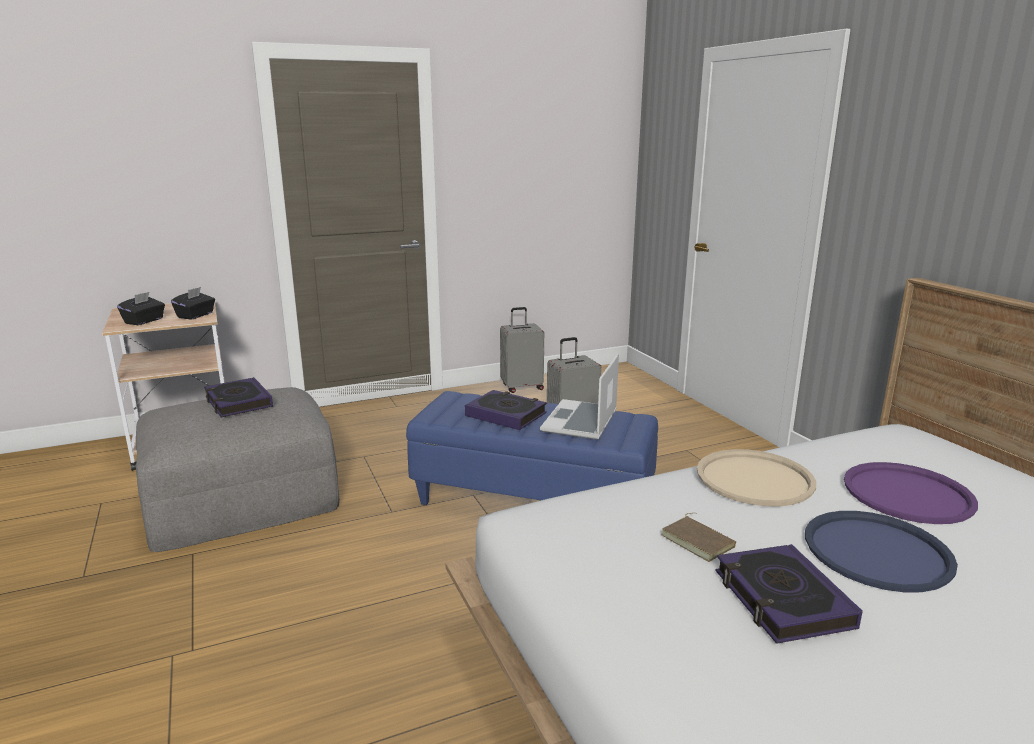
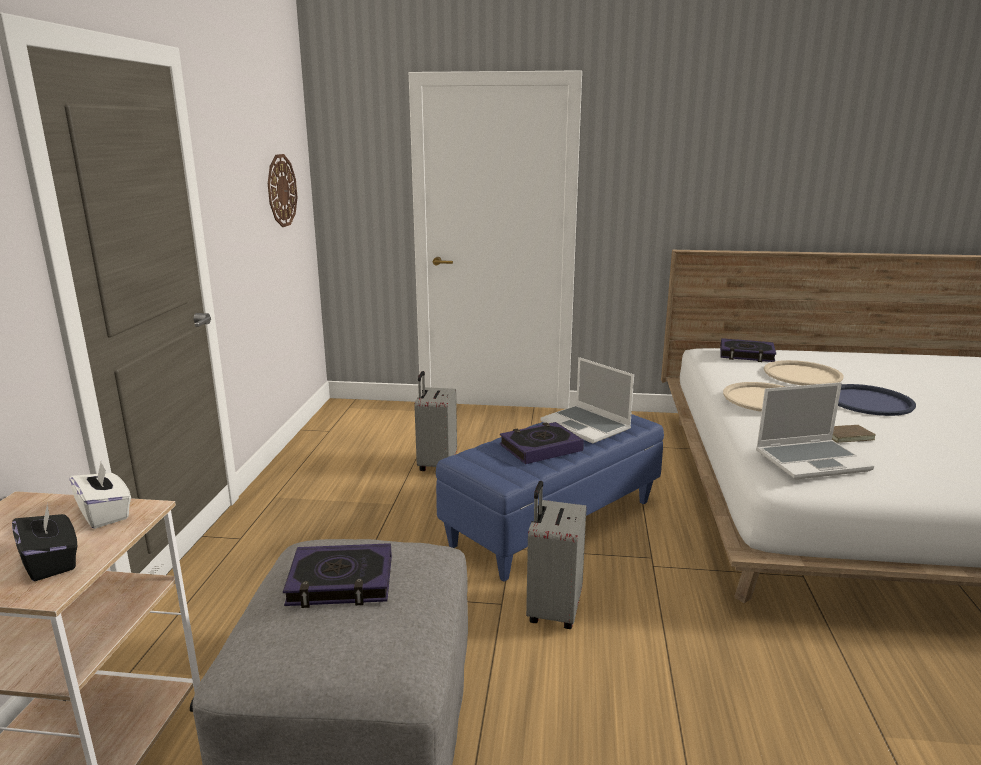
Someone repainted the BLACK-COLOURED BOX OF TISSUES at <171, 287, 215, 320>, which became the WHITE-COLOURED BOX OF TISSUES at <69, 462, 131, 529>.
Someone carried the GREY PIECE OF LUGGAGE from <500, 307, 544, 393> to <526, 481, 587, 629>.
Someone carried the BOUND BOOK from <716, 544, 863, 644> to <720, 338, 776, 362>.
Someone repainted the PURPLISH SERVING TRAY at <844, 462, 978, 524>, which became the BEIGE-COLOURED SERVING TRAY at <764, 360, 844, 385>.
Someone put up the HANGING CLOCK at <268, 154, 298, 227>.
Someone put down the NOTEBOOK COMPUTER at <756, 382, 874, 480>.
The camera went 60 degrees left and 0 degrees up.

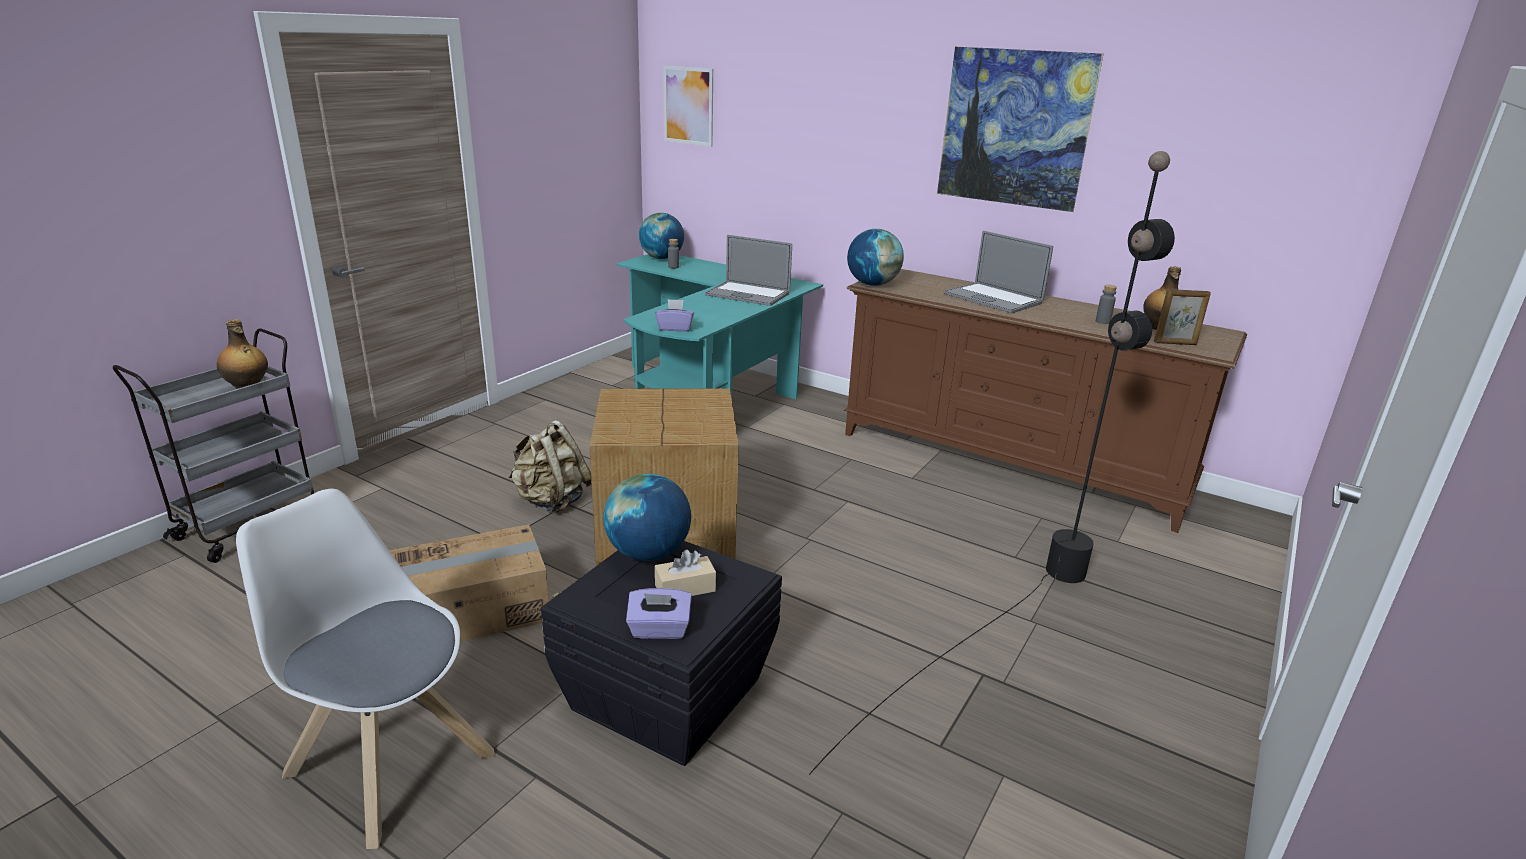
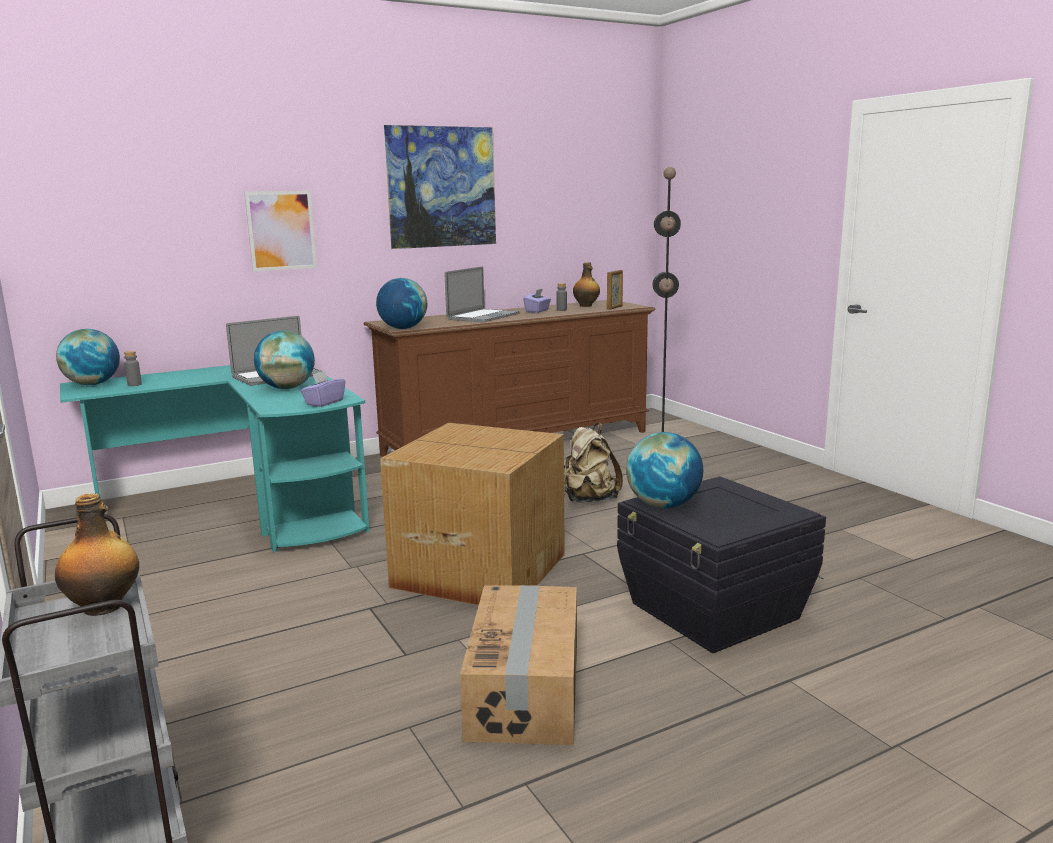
Someone took away the UPRIGHT CHAIR at <236, 489, 495, 849>.
Someone carried the BEIGE-COLOURED BACKPACK from <508, 420, 592, 514> to <564, 423, 623, 503>.
Someone carried the PURPLISH BOX OF TISSUES from <626, 588, 692, 639> to <523, 289, 551, 313>.
Someone took away the BEIGE-COLOURED BOX OF TISSUES at <655, 550, 716, 596>.
Someone carried the WALL ART from <663, 65, 713, 147> to <244, 191, 317, 272>.
Someone rotated the NOTEBOOK COMPUTER at <944, 231, 1053, 313> by 45 degrees counterclockwise.
Someone put down the DESK GLOBE at <254, 330, 315, 389>.
The camera went 60 degrees left and 10 degrees down.

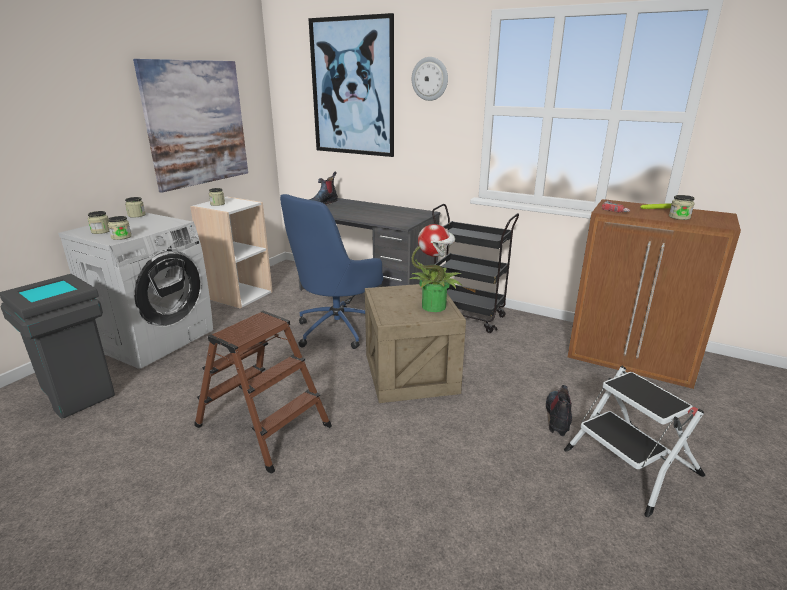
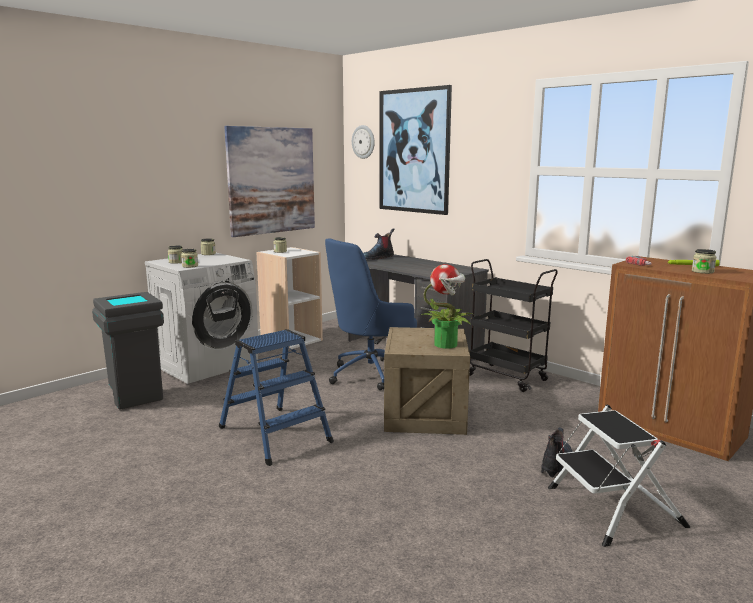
Someone repainted the BROWN STEP STOOL at <194, 311, 332, 474>, which became the BLUE STEP STOOL at <219, 329, 334, 466>.
Someone carried the HANGING CLOCK from <412, 57, 448, 101> to <352, 125, 375, 159>.
The camera went 15 degrees right and 10 degrees down.

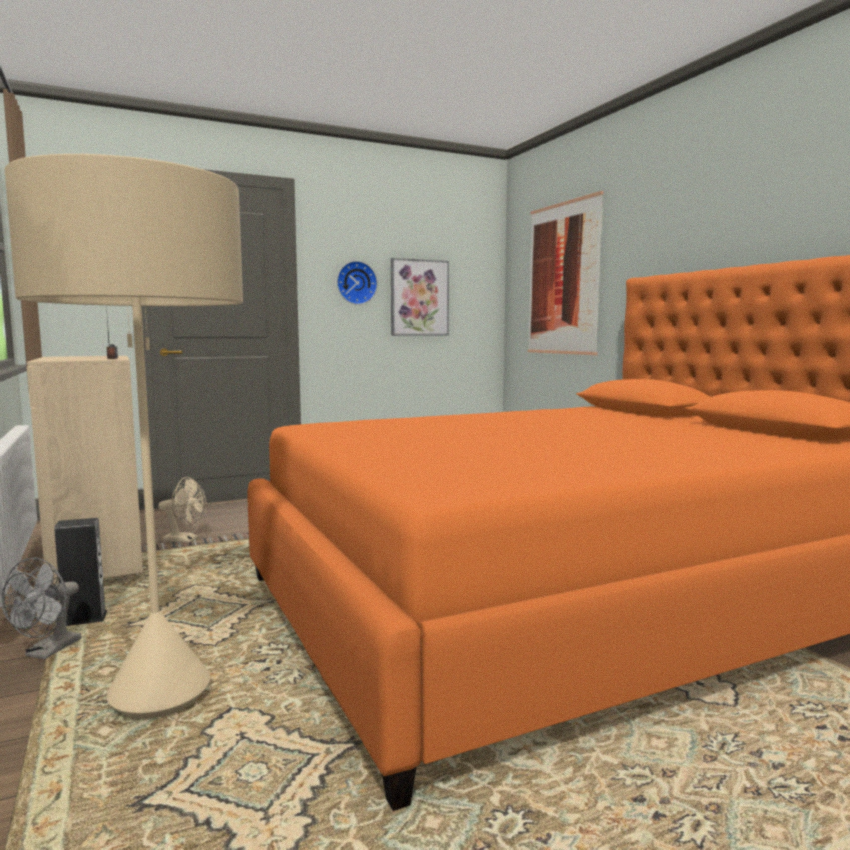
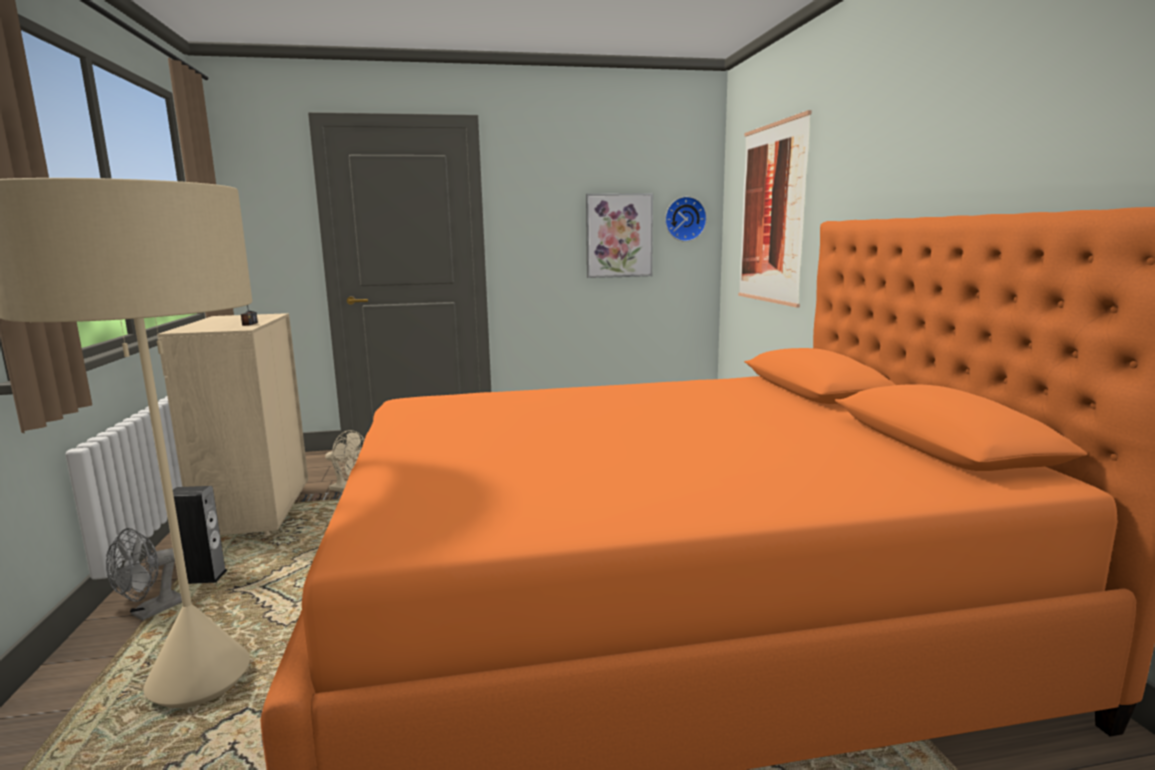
Someone carried the HANGING CLOCK from <337, 261, 378, 305> to <665, 196, 707, 242>.
The camera went 15 degrees right and 5 degrees up.

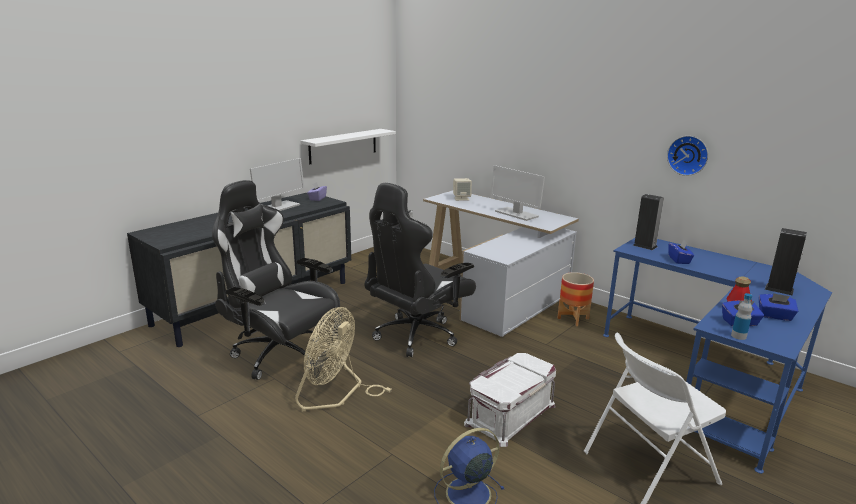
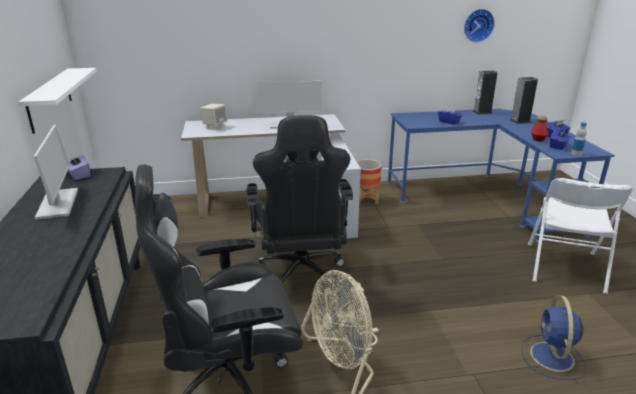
Someone took away the WHITE-COLOURED STORAGE CONTAINER at <464, 353, 556, 447>.
Someone carried the SPEAKER from <633, 194, 664, 250> to <473, 71, 497, 114>.
Someone carried the HANGING CLOCK from <667, 136, 708, 176> to <464, 9, 495, 43>.
The camera went 50 degrees left and 5 degrees up.

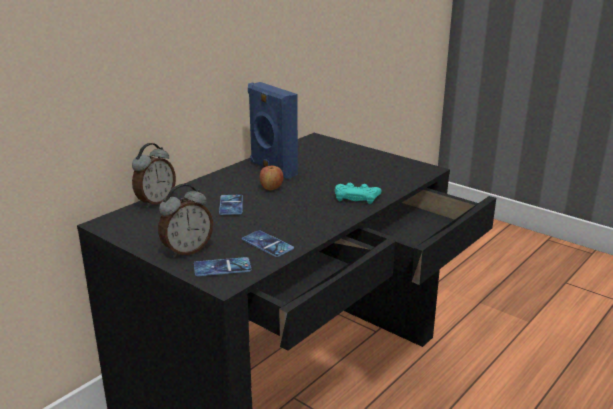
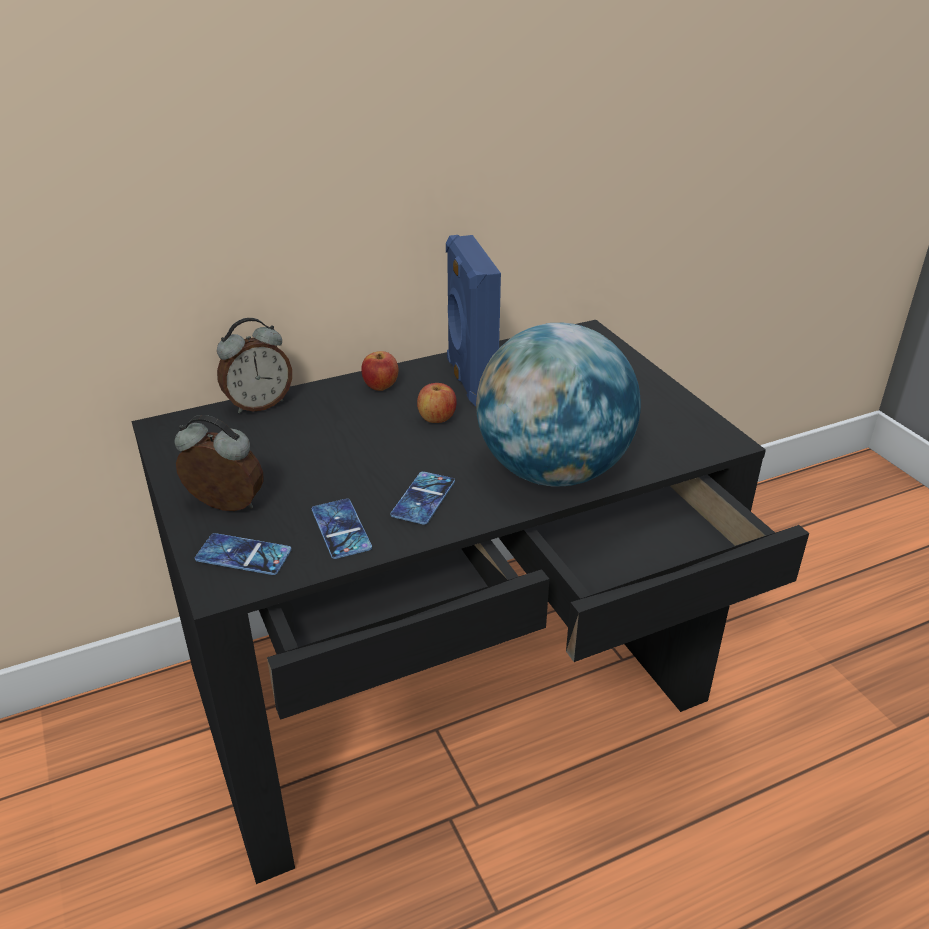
Someone rotated the BEDSIDE CLOCK at <158, 184, 213, 258> by 150 degrees counterclockwise.
Someone carried the TELEPHONE from <219, 194, 243, 215> to <390, 471, 455, 525>.
Someone swapped the TURQUOISE GAMEPAD at <335, 183, 381, 204> for the DESK GLOBE at <476, 323, 641, 486>.
Someone put down the APPLE at <361, 351, 399, 391>.
The camera went 25 degrees right and 10 degrees up.

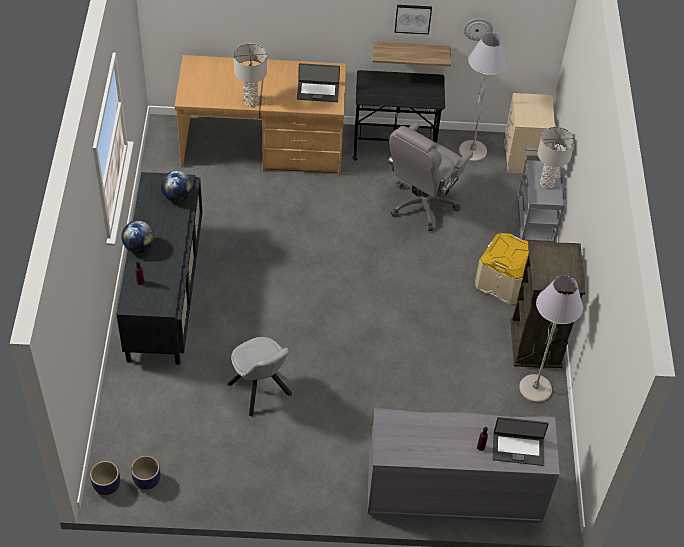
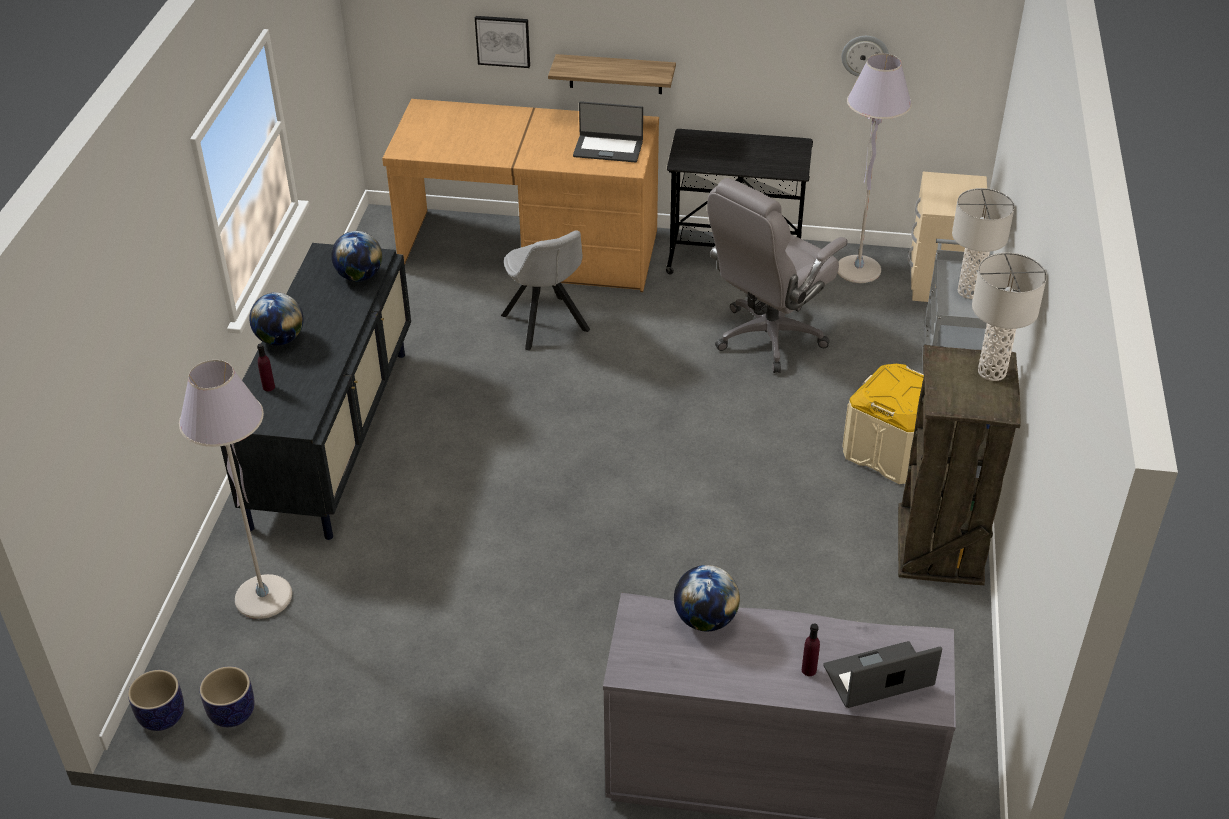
Someone carried the GREY UPRIGHT CHAIR from <227, 337, 292, 416> to <501, 230, 590, 351>.
Someone carried the WHITE-COLOURED TABLETOP LAMP from <234, 43, 267, 107> to <972, 253, 1047, 381>.
Someone carried the WALL SHELF from <373, 42, 451, 66> to <548, 54, 676, 94>.
Someone carried the WALL ART from <395, 5, 432, 34> to <475, 16, 530, 68>.
Someone rotated the NOTEBOOK COMPUTER at <493, 417, 549, 466> by 150 degrees clockwise.
Someone carried the GREY STANDING LAMP from <519, 275, 583, 402> to <179, 360, 292, 619>.
Someone put down the DESK GLOBE at <674, 565, 740, 631>.
The camera went 10 degrees right and 10 degrees down.

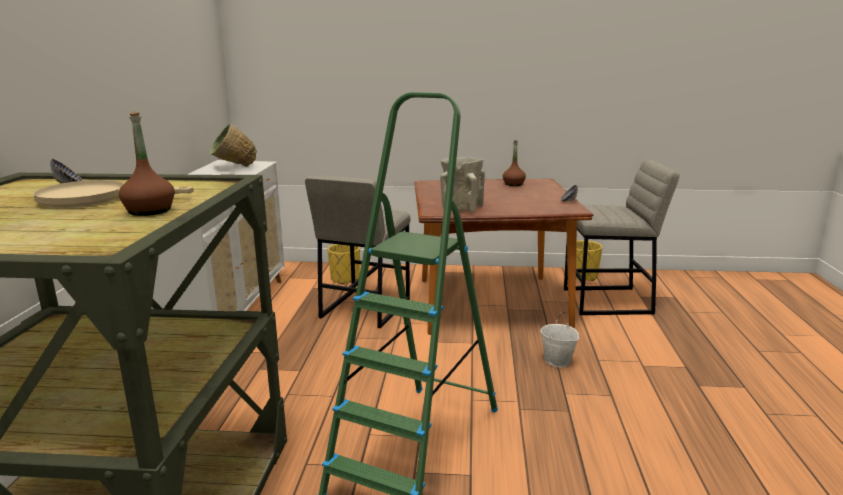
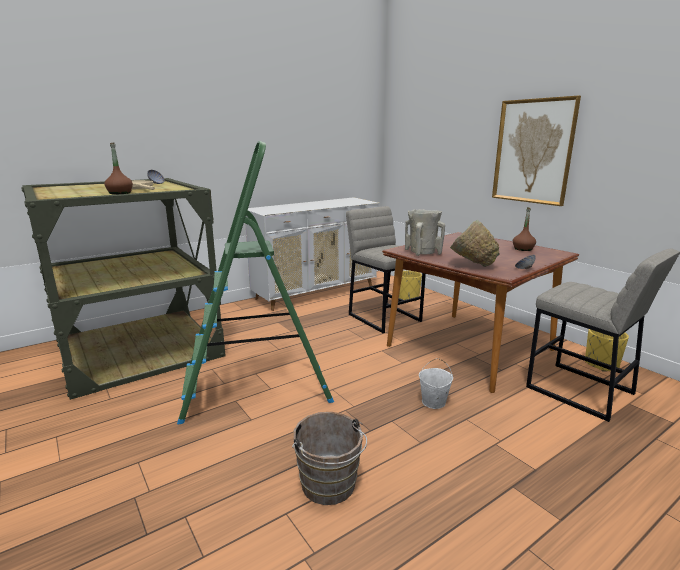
Someone carried the GREEN-COLOURED SERVING BOWL from <210, 124, 257, 167> to <450, 220, 499, 267>.
Someone rotated the GREY UPRIGHT CHAIR at <305, 175, 410, 328> by 75 degrees clockwise.
Someone put down the BROWN WATER BUCKET at <292, 412, 367, 505>.
Someone put up the WALL ART at <492, 96, 581, 206>.
The camera went 50 degrees right and 0 degrees up.

